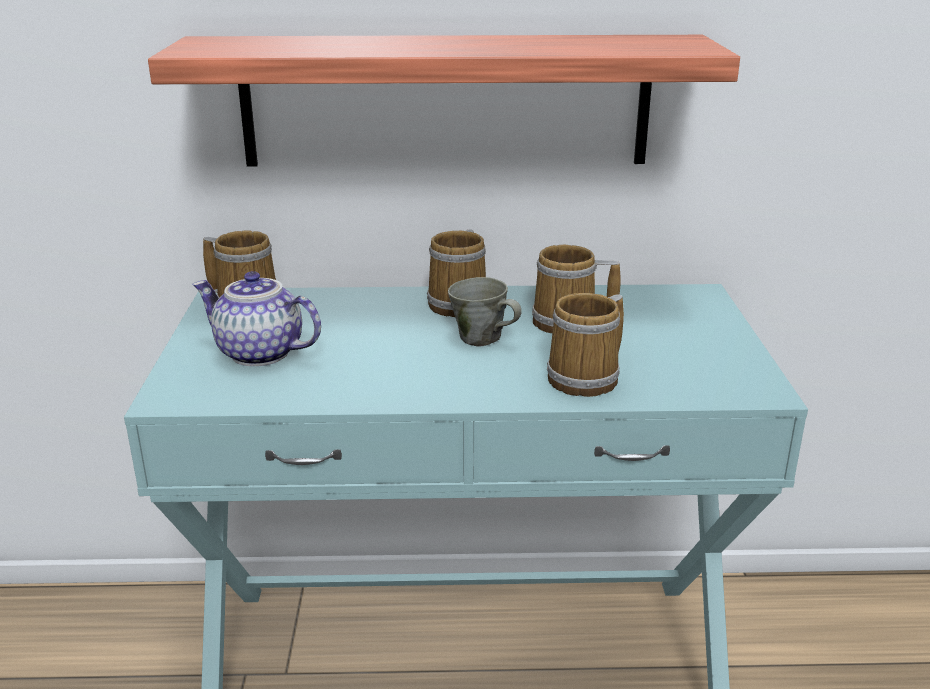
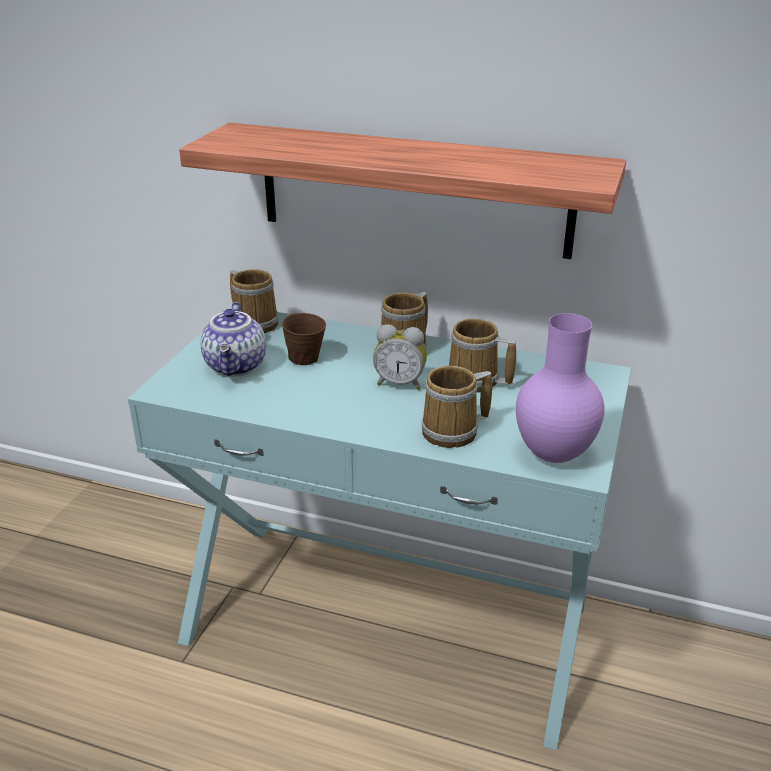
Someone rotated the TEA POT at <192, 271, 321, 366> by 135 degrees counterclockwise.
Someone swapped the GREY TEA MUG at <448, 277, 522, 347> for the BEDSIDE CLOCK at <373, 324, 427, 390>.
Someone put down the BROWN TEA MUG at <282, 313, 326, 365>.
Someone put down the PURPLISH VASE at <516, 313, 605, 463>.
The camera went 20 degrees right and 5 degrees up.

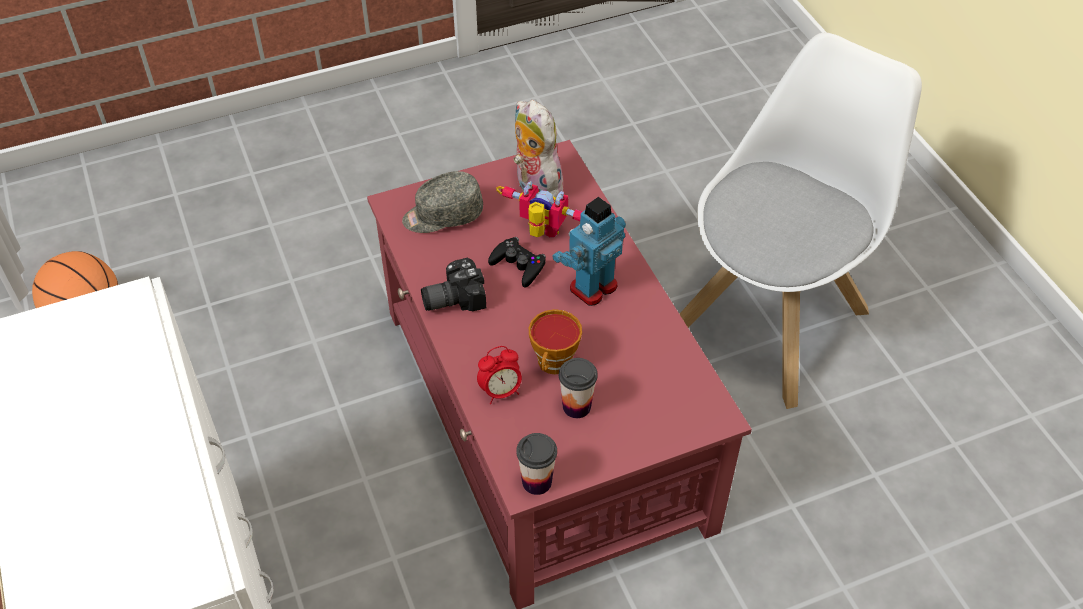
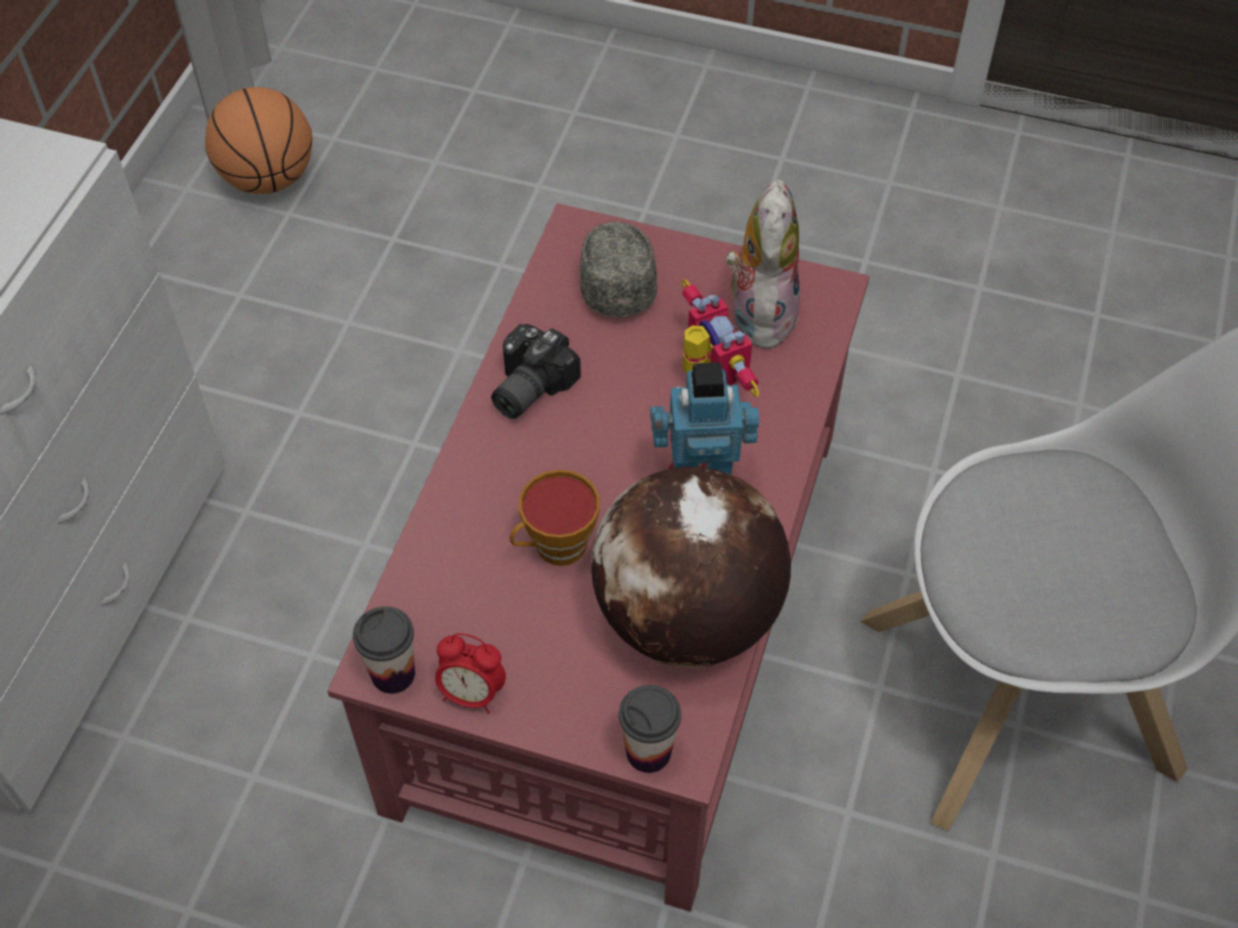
Someone rotated the GREY PEAKED CAP at <402, 171, 483, 233> by 60 degrees clockwise.
Someone rotated the PHOTO CAMERA at <421, 258, 486, 311> by 75 degrees counterclockwise.
Someone carried the BEDSIDE CLOCK from <477, 346, 522, 404> to <435, 633, 506, 714>.
Someone took away the BLACK-COLOURED GAMEPAD at <488, 237, 546, 288>.
Someone carried the SMALL CUP from <559, 358, 598, 418> to <619, 685, 681, 773>.
Someone put down the DESK GLOBE at <590, 466, 791, 668>.
The camera went 40 degrees right and 5 degrees up.

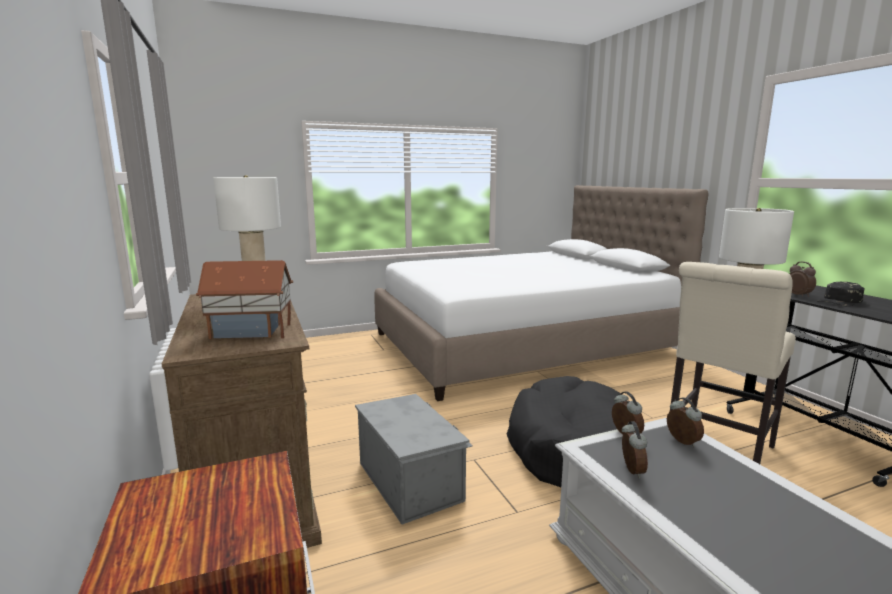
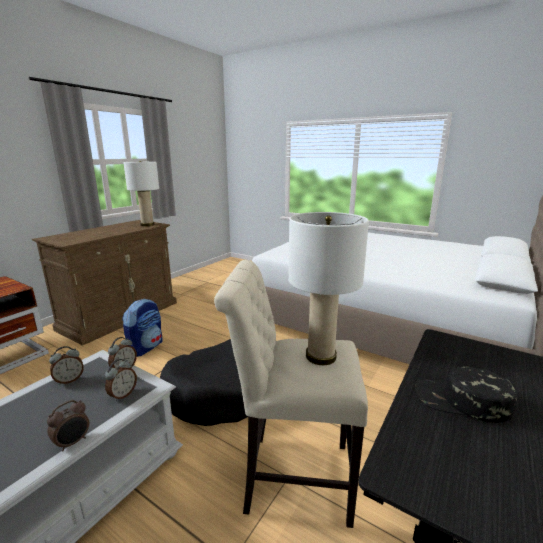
Someone took away the TOY HOUSE at <196, 260, 293, 339>.
Someone swapped the GREY STORAGE CONTAINER at <355, 394, 473, 525> for the BACKPACK at <122, 299, 162, 357>.
Someone carried the BEDSIDE CLOCK from <790, 262, 816, 297> to <47, 400, 89, 452>.
The camera went 55 degrees right and 5 degrees up.

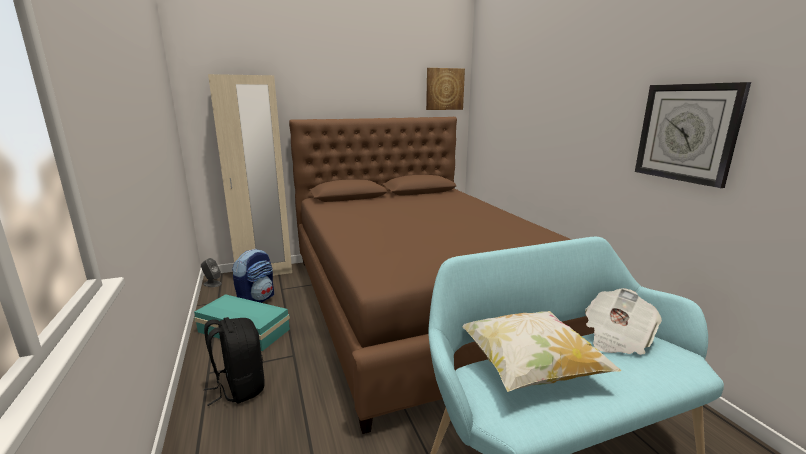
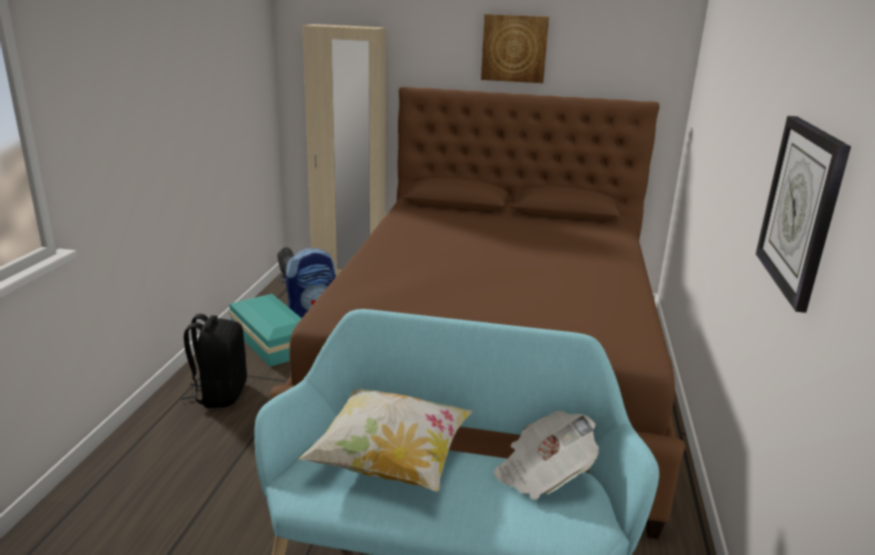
Someone carried the WALL ART from <426, 68, 465, 110> to <481, 14, 549, 83>.
The camera went 30 degrees right and 5 degrees up.

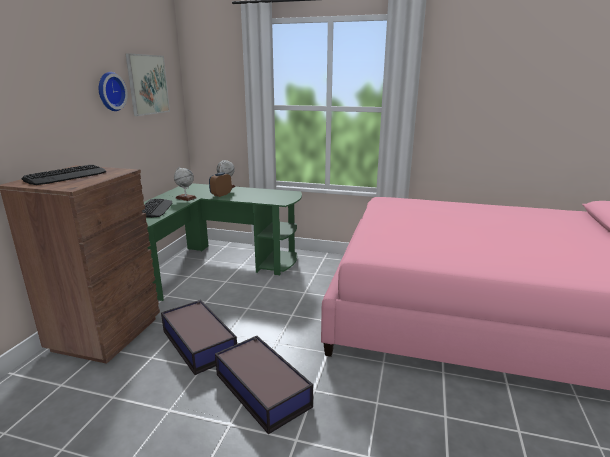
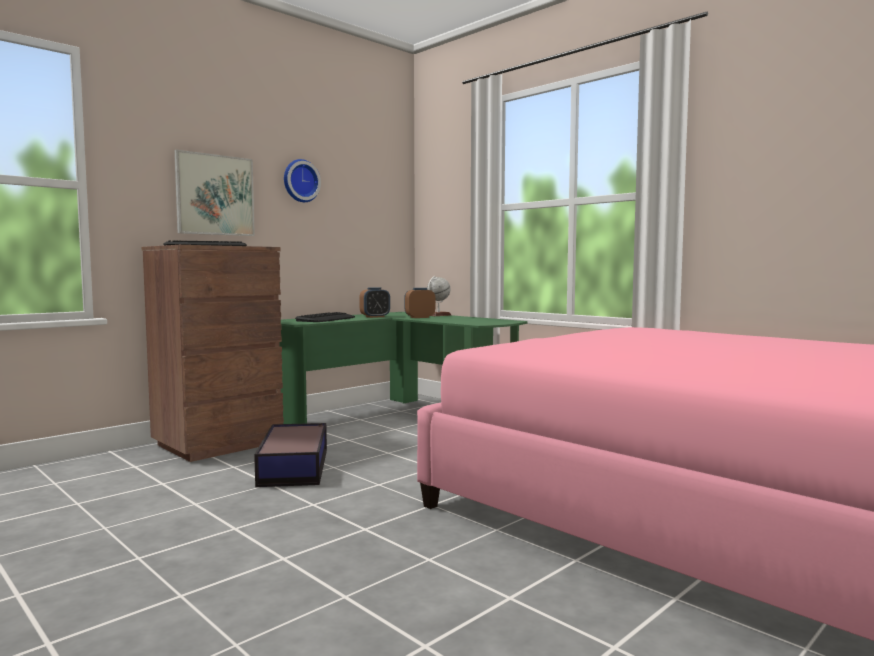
Someone carried the WALL ART from <125, 53, 170, 116> to <174, 150, 255, 236>.
Someone swapped the DESK GLOBE at <174, 167, 197, 201> for the BEDSIDE CLOCK at <359, 287, 390, 318>.
Someone took away the STORAGE CONTAINER at <215, 336, 313, 434>.
The camera went 30 degrees right and 15 degrees down.

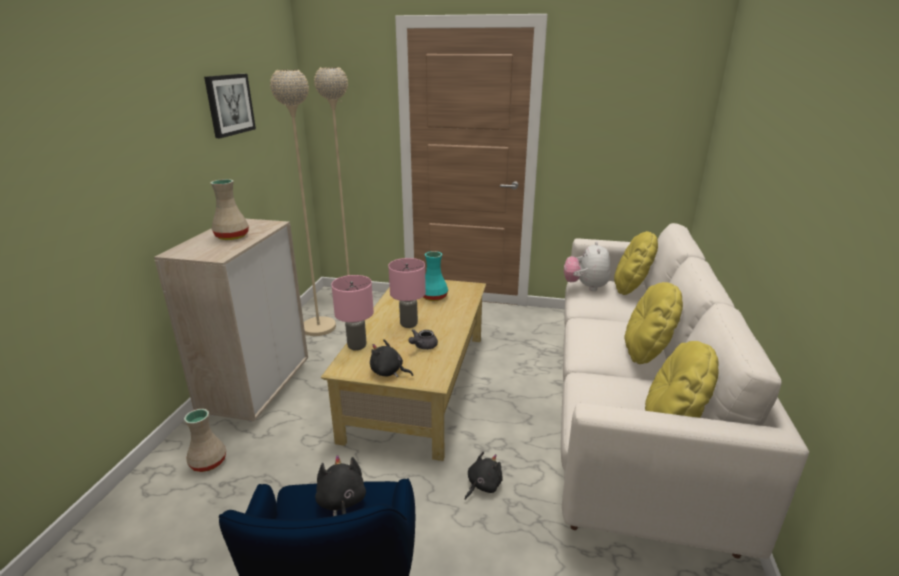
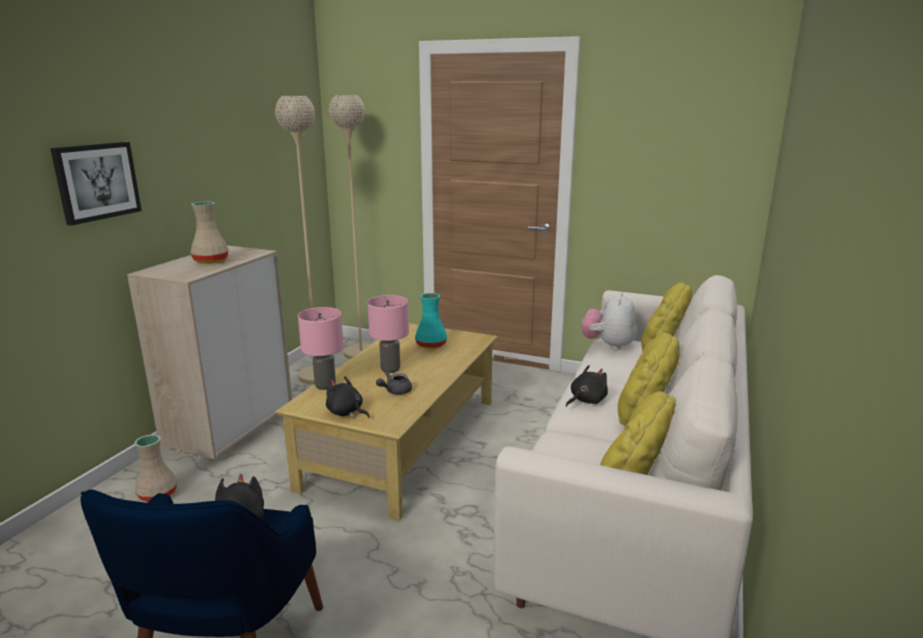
Someone carried the WALL ART from <204, 74, 256, 138> to <50, 142, 142, 226>.
Someone carried the BLACK-COLOURED CUDDLY TOY from <465, 451, 502, 500> to <566, 365, 608, 407>.
The camera went 10 degrees right and 5 degrees down.

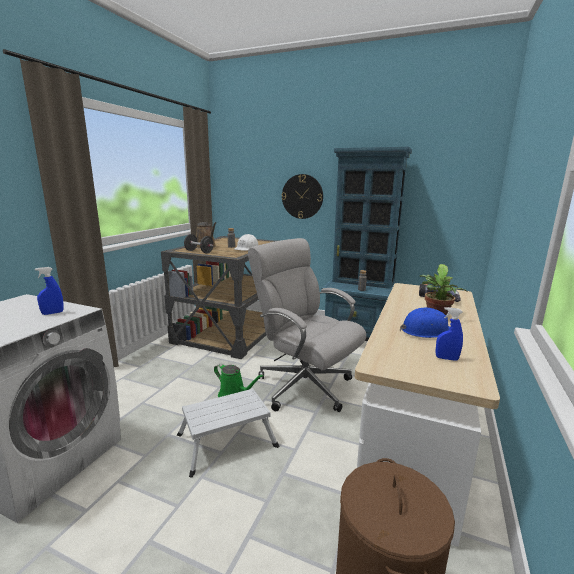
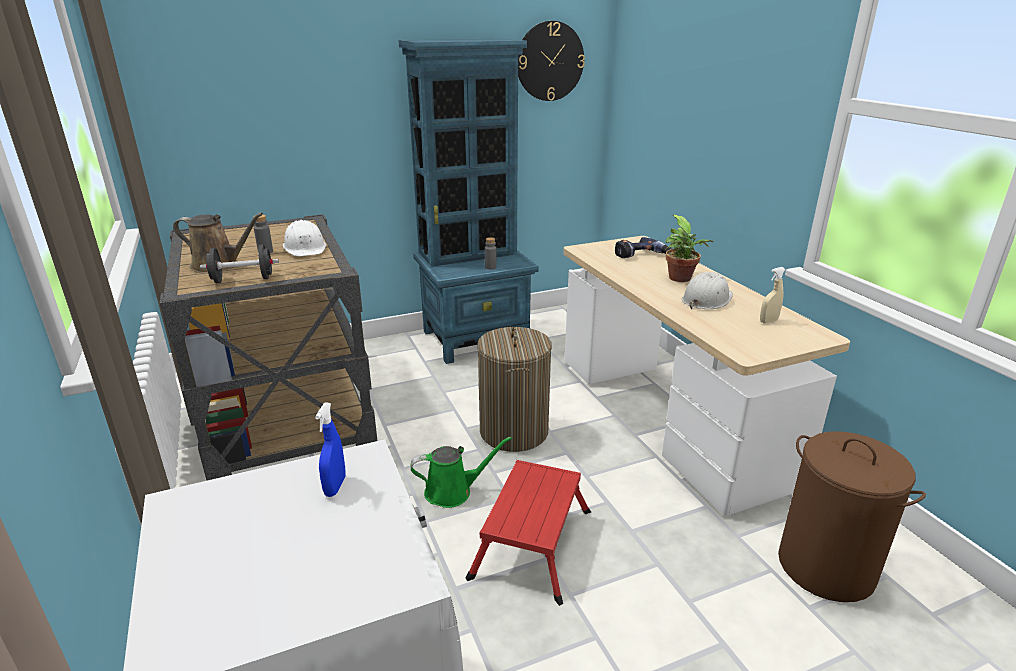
Someone repainted the WHITE-COLOURED STEP STOOL at <177, 388, 279, 478>, which became the RED-COLOURED STEP STOOL at <466, 460, 591, 606>.
Someone swapped the GREY DESK CHAIR at <248, 238, 366, 412> for the WASHING BASKET at <477, 326, 552, 452>.
Someone carried the HANGING CLOCK from <282, 174, 323, 219> to <518, 21, 585, 101>.
Someone repainted the BLUE WORK HELMET at <400, 308, 450, 338>, which became the WHITE-COLOURED WORK HELMET at <682, 272, 733, 309>.
Someone repainted the BLUE HAND SPRAYER at <436, 307, 463, 361>, which became the BEIGE-COLOURED HAND SPRAYER at <760, 267, 786, 323>.
The camera went 45 degrees left and 10 degrees up.

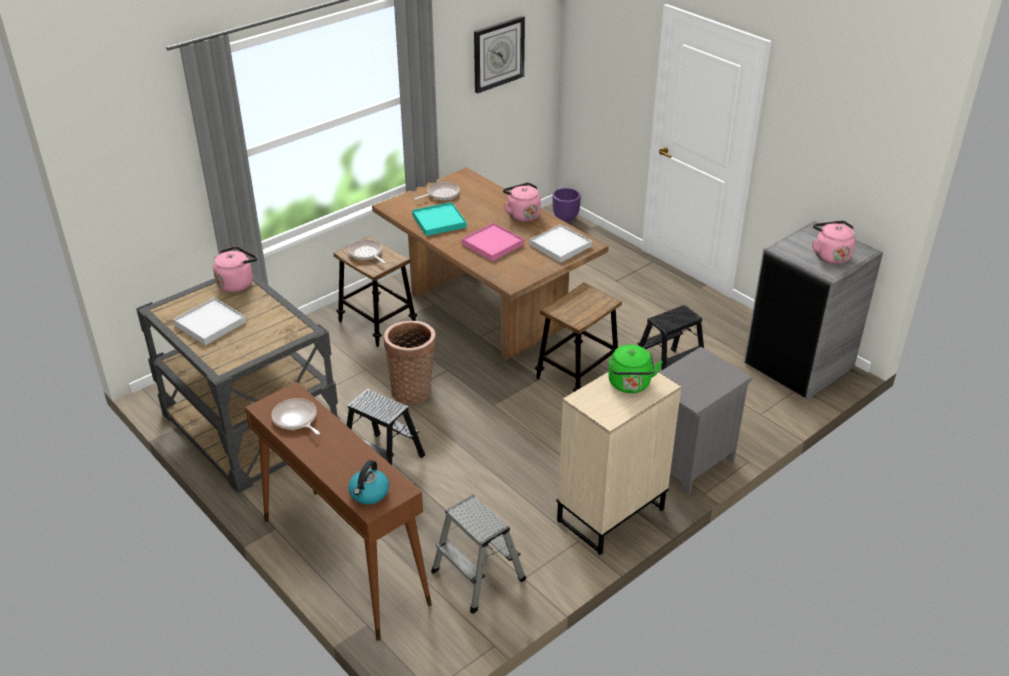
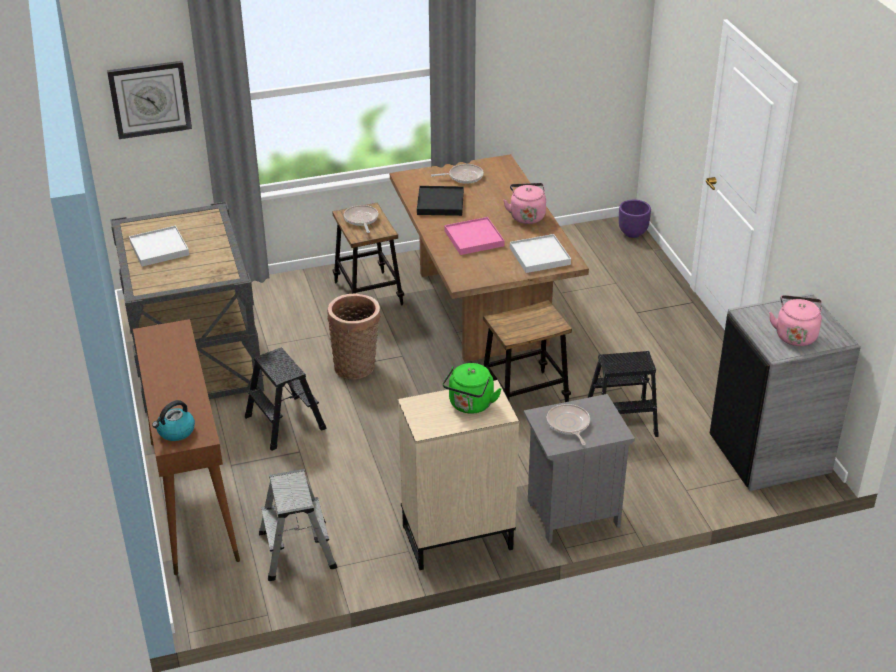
Someone took away the PINK TEA KETTLE at <213, 246, 257, 292>.
Someone carried the PAN from <271, 398, 320, 435> to <547, 404, 590, 445>.
Someone repainted the TURQUOISE SERVING TRAY at <412, 202, 467, 236>, which became the BLACK-COLOURED SERVING TRAY at <417, 186, 464, 216>.
Someone carried the HANGING CLOCK from <474, 16, 525, 94> to <107, 61, 192, 139>.
The camera went 25 degrees right and 0 degrees up.

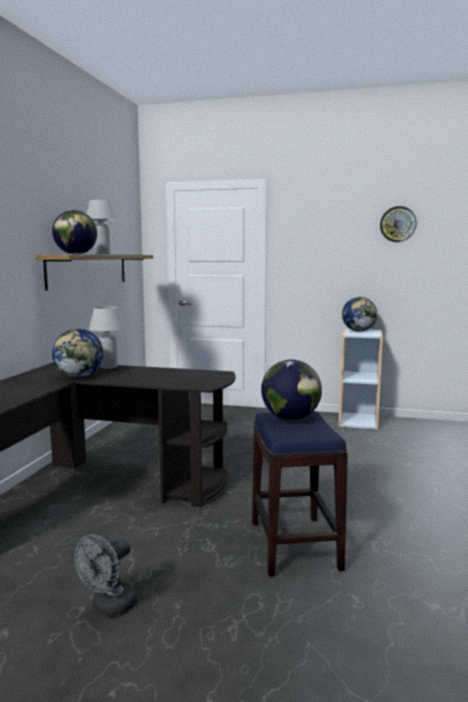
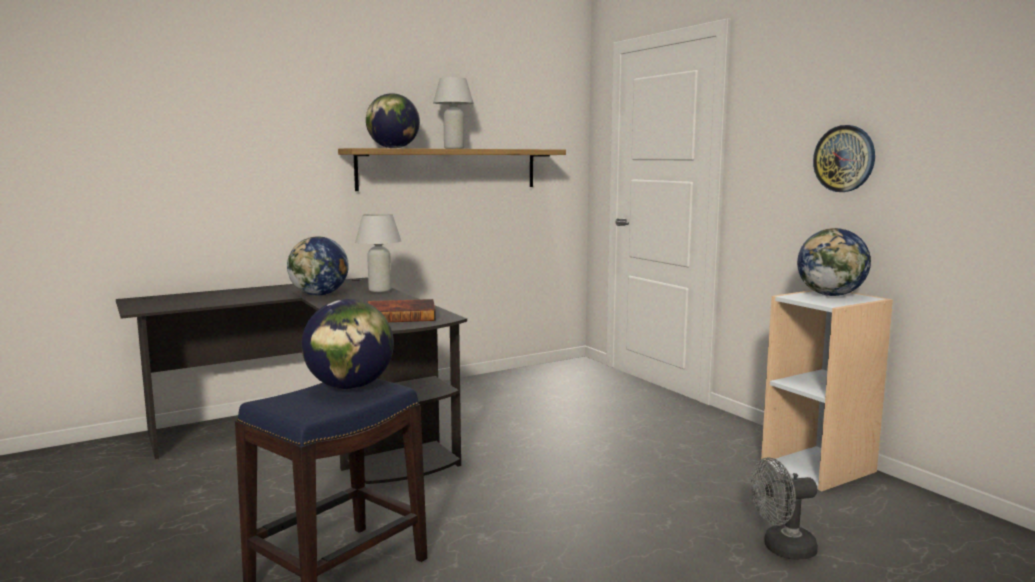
Someone carried the GREY COOLING FAN from <74, 534, 137, 617> to <751, 457, 818, 560>.
Someone carried the HANGING CLOCK from <380, 206, 417, 242> to <813, 125, 875, 192>.
Someone put down the BOUND BOOK at <367, 299, 436, 322>.
The camera went 45 degrees right and 0 degrees up.

